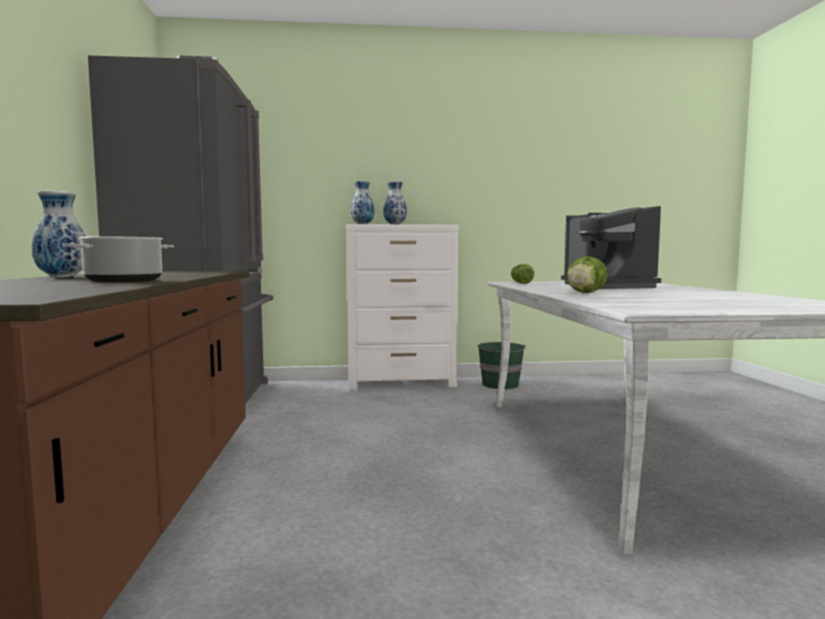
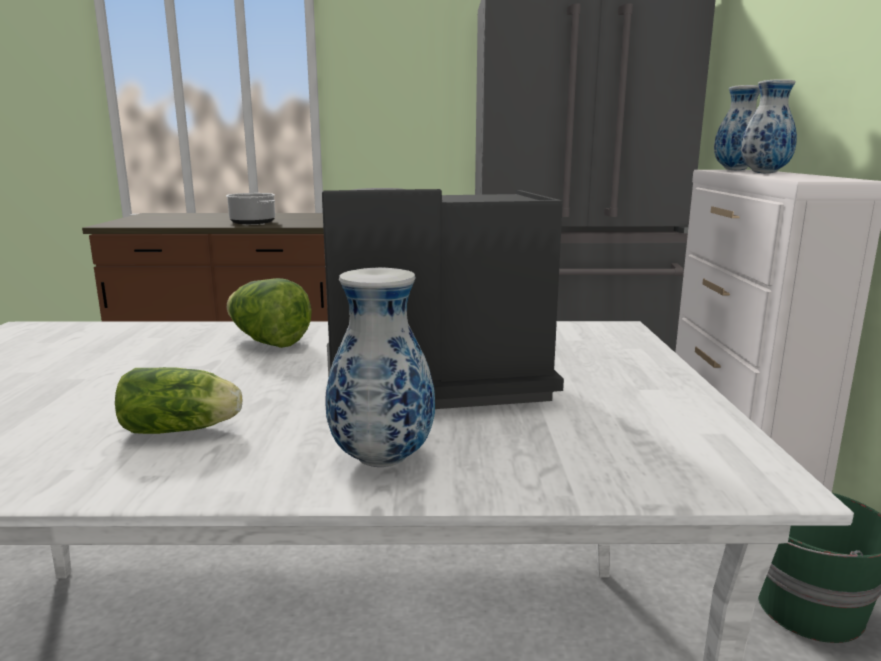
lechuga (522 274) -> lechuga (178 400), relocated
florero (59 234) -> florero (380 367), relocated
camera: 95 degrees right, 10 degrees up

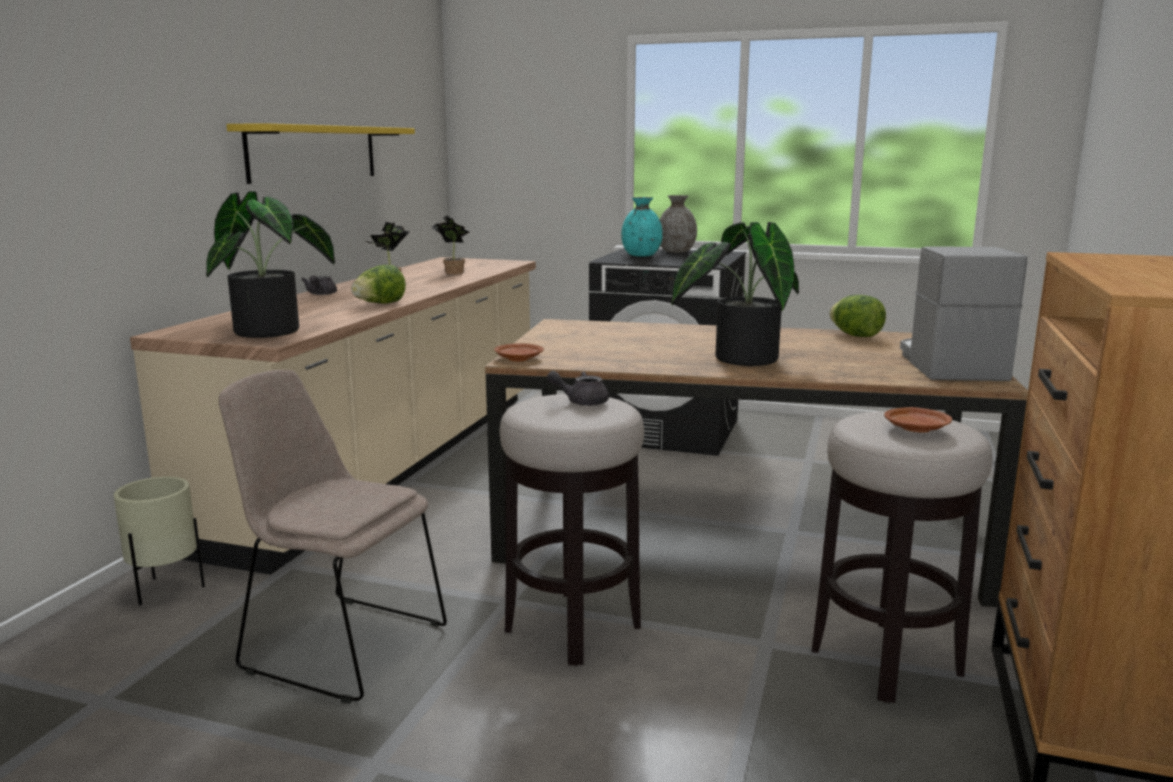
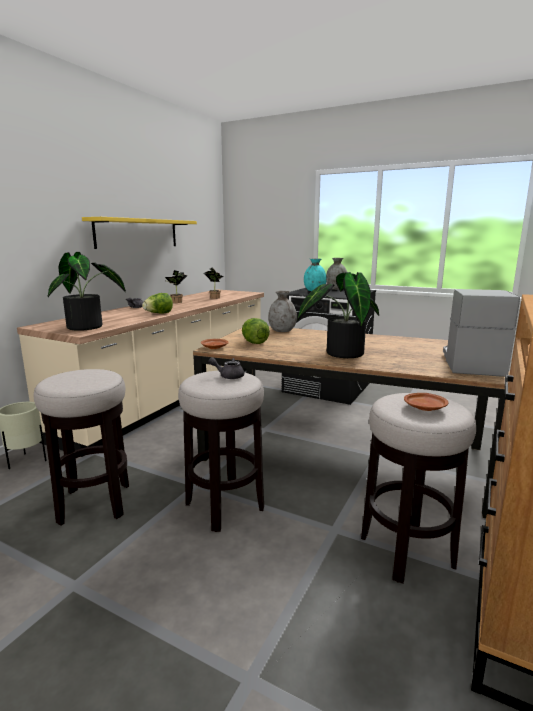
silla [beis] (333 536) -> taburete (81 447)
lechuga (857 316) -> lechuga (256 331), relocated
none -> florero [gris] (282 311)
camera: 10 degrees right, 0 degrees up

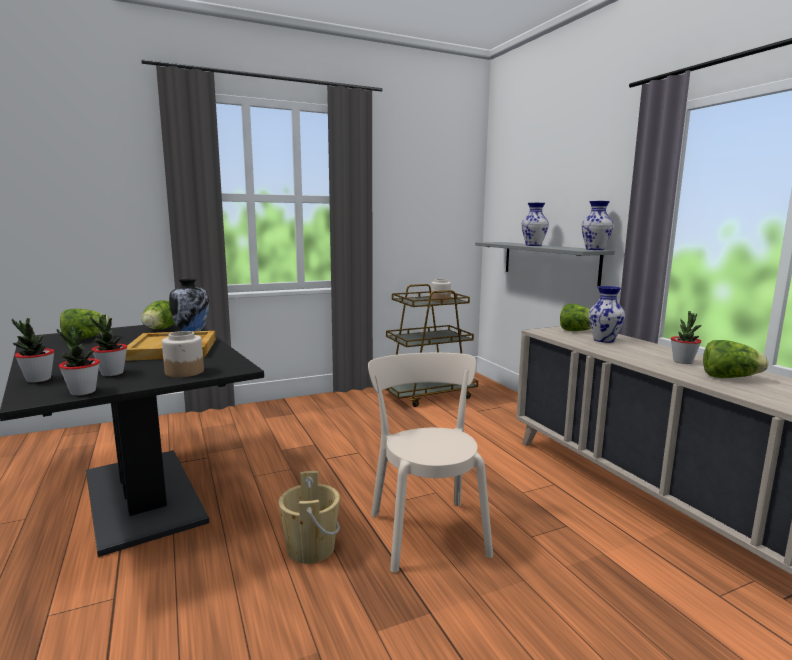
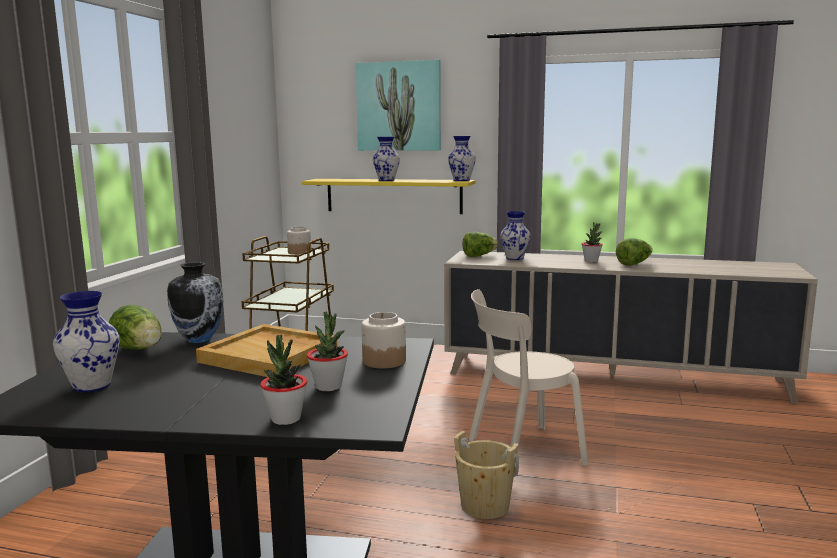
lechuga (86 324) -> florero (86 341)
estante [gris] (545 264) -> estante [amarillo] (388 196)
none -> cuadro (398 105)
silla [beis] (430 463) -> silla [beis] (528 377), 45 degrees counterclockwise
planta en maceta (78 361) -> none
camera: 50 degrees left, 0 degrees up

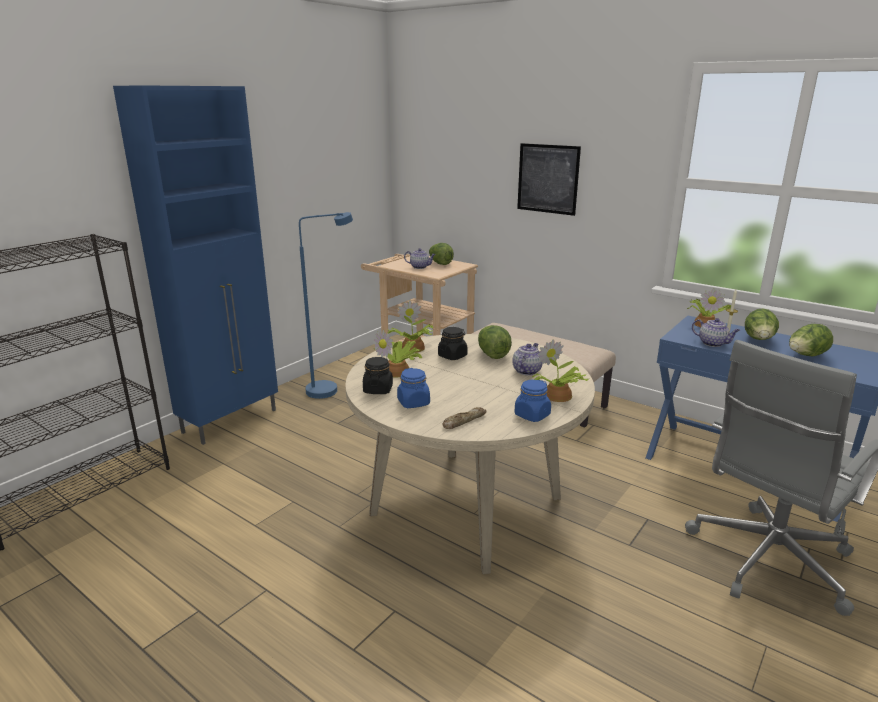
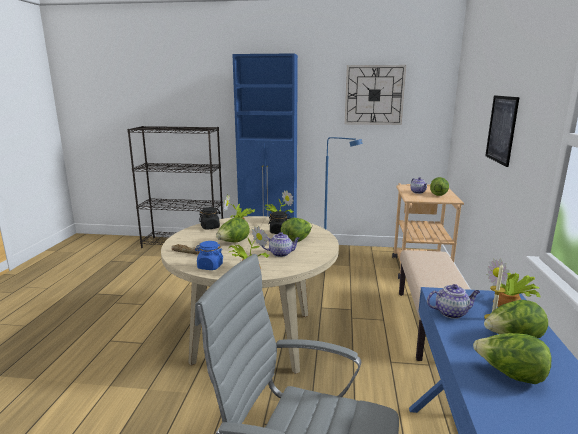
none -> lechuga (233 229)
none -> reloj de pared (375 95)
tetera (716 332) -> tetera (453 301), 105 degrees counterclockwise
tarro [azul] (413 388) -> none
camera: 60 degrees right, 5 degrees down

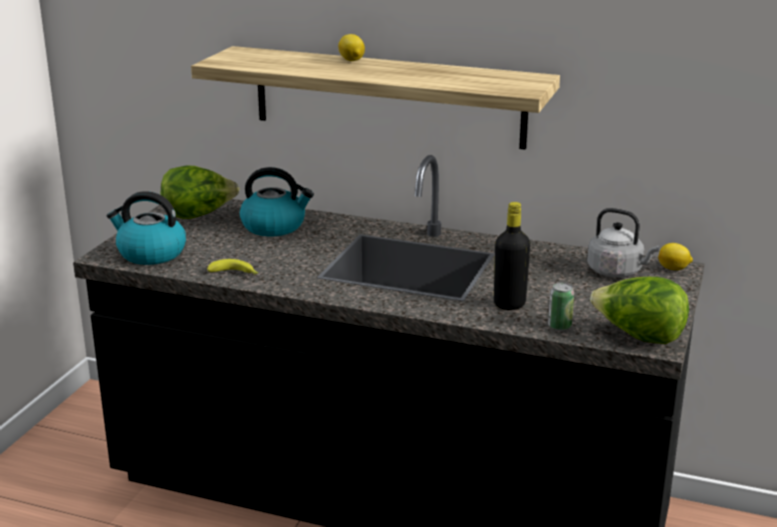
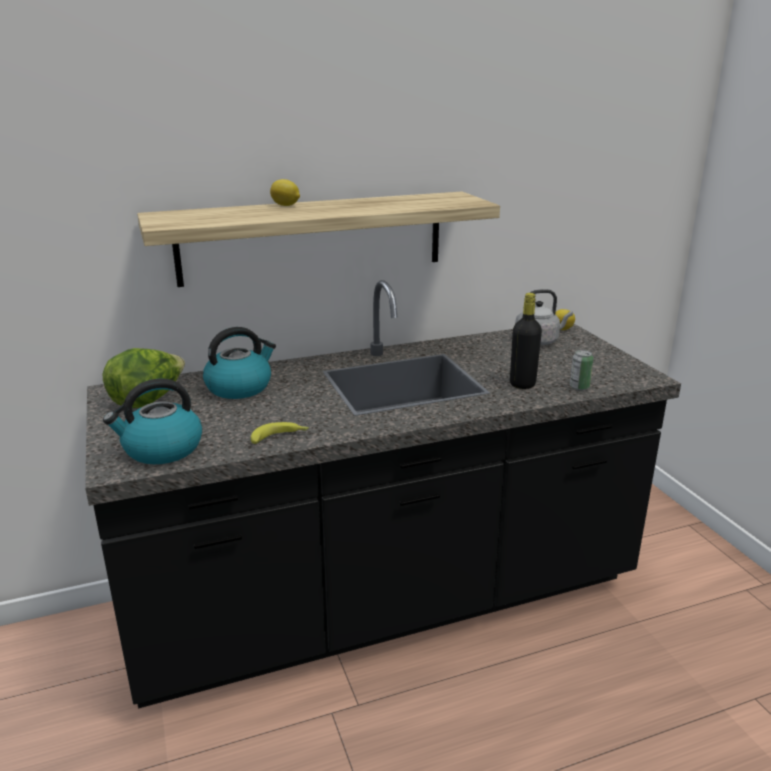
lechuga (639 310) -> none
camera: 40 degrees left, 0 degrees up

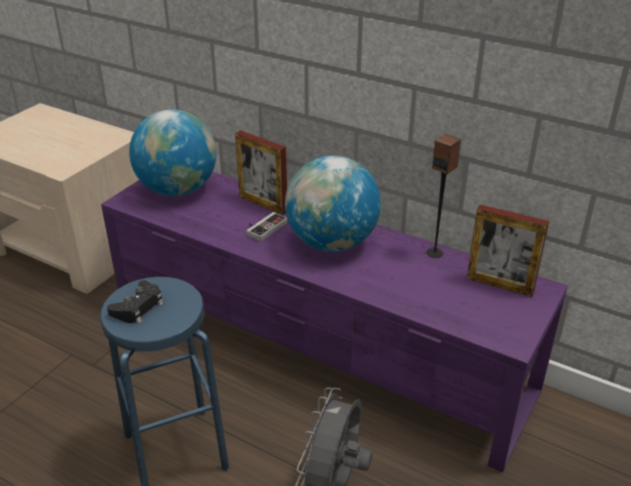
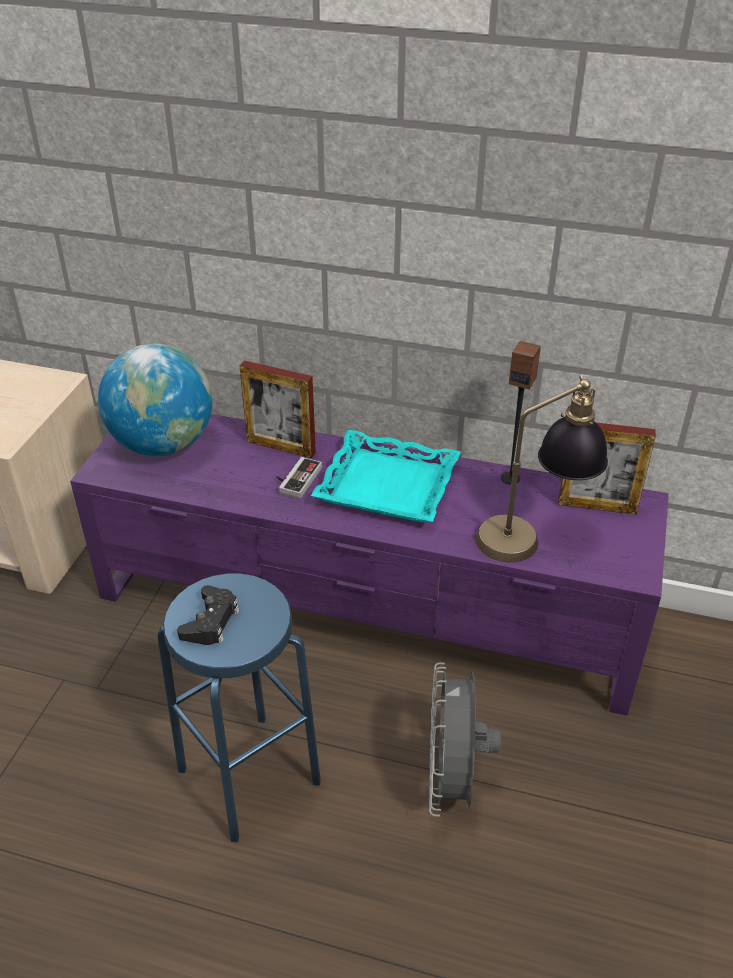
globo terráqueo (333 204) -> bandeja [turquesa] (386 476)
none -> lámpara de mesa (541 469)
camera: 15 degrees left, 5 degrees up

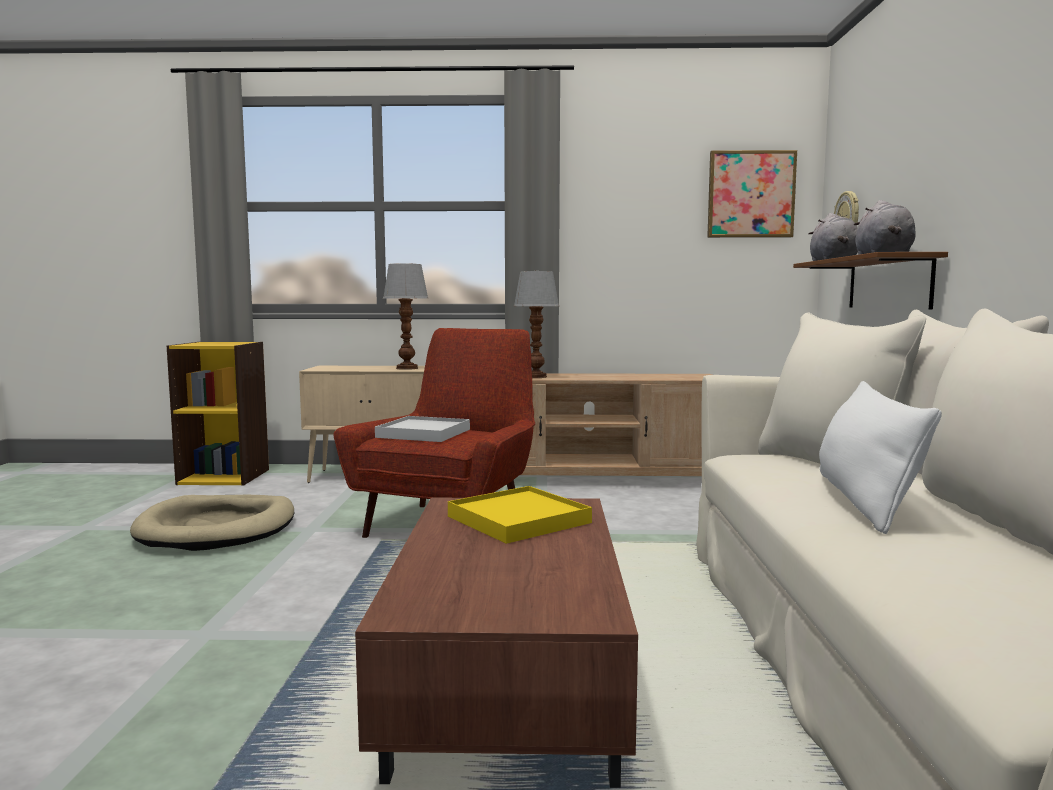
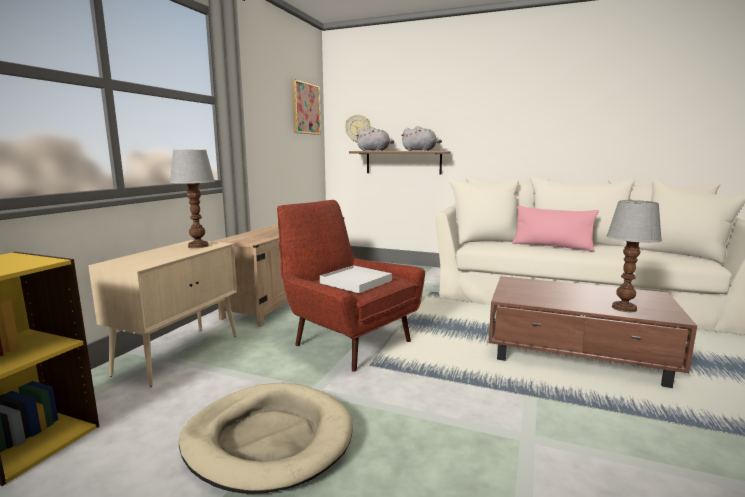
cojín [blanco] (880 457) -> cojín [rosa] (555 228)
lámpara de mesa (536 324) -> lámpara de mesa (634 256), relocated
bandeja [amarillo] (520 515) -> none
camera: 70 degrees left, 5 degrees up

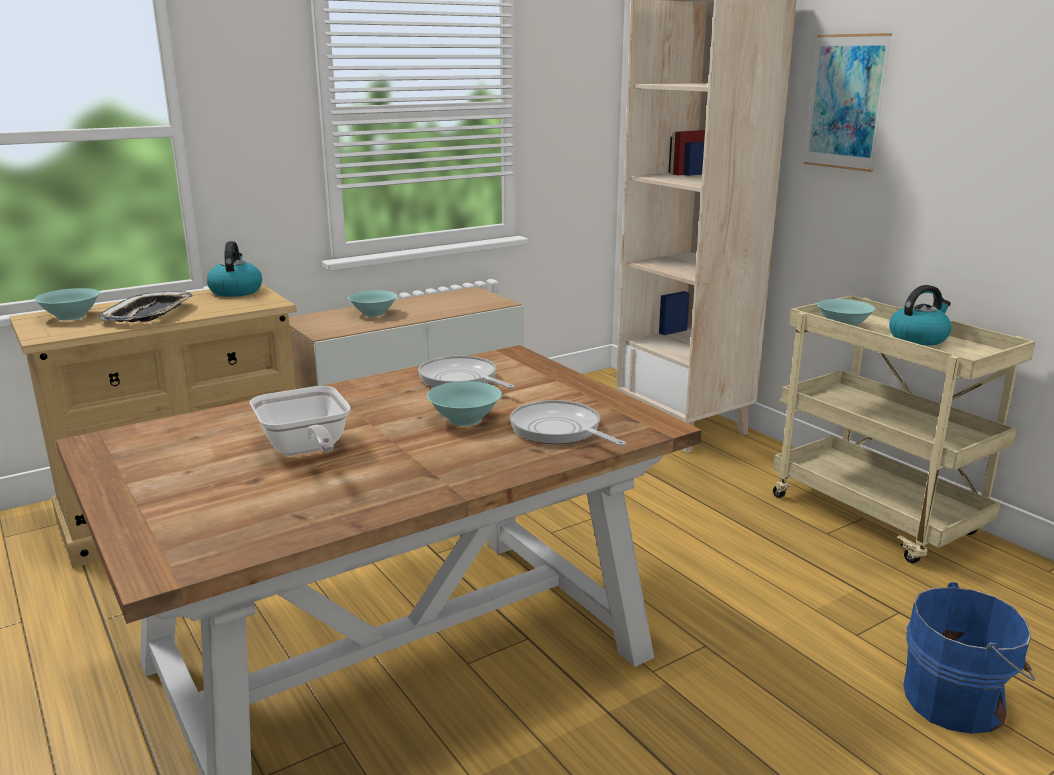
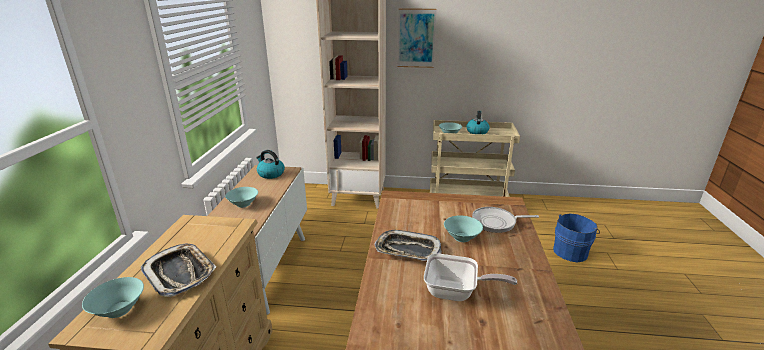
hervidor (234 269) -> hervidor (270 164), relocated
none -> bandeja (408 245)
sartén (466 372) -> none
camera: 50 degrees left, 5 degrees up

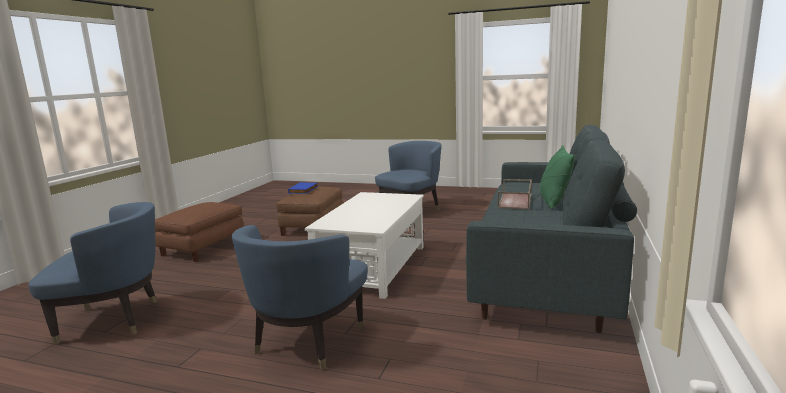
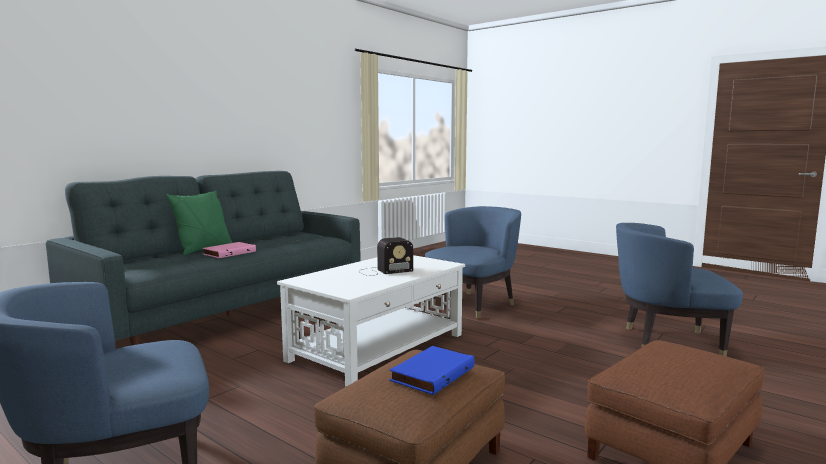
bandeja [marrón] (515 194) -> libro [rosa] (229 250)
none -> radio (386 256)
camera: 160 degrees left, 5 degrees down

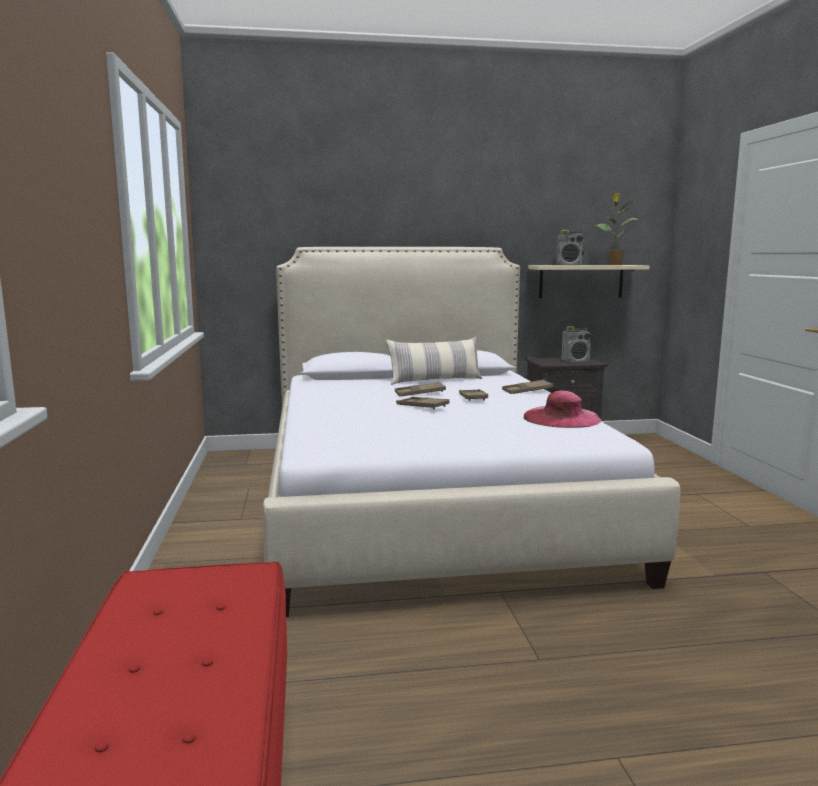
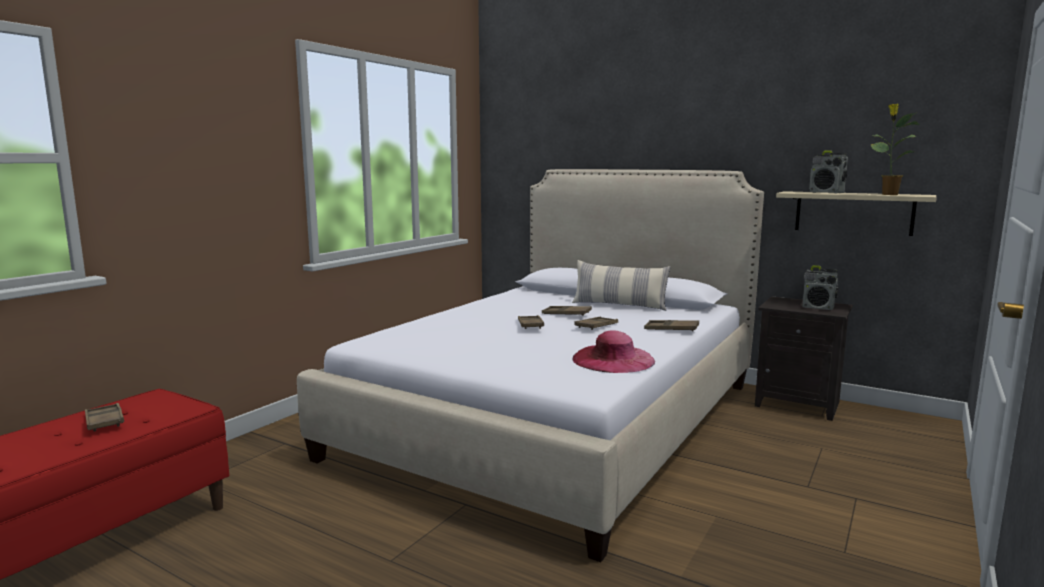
none -> bandeja [marrón] (104 417)
camera: 40 degrees right, 0 degrees up

